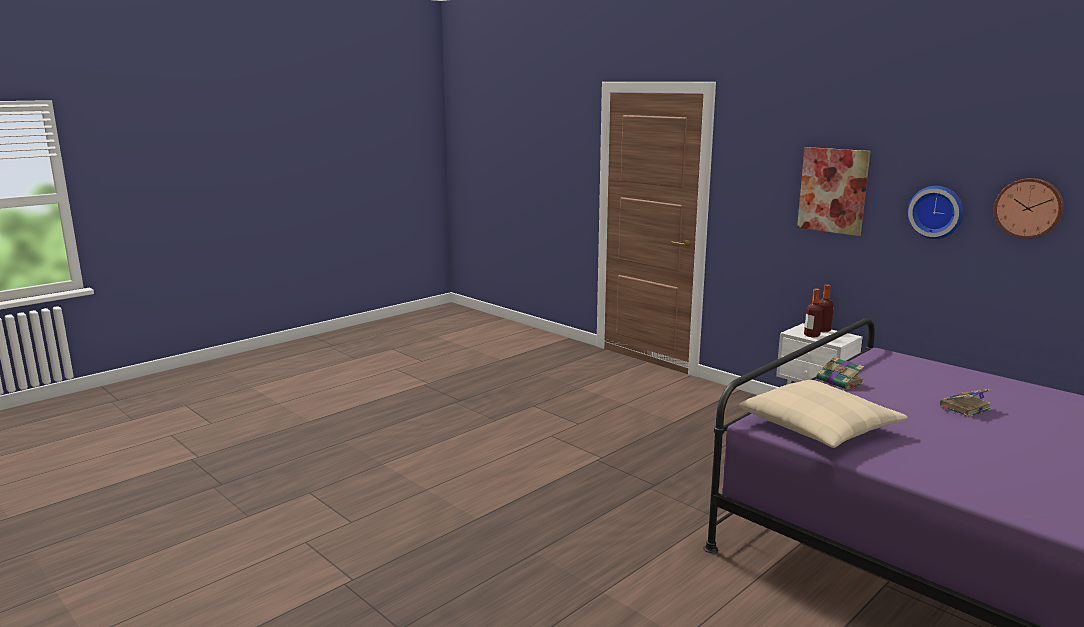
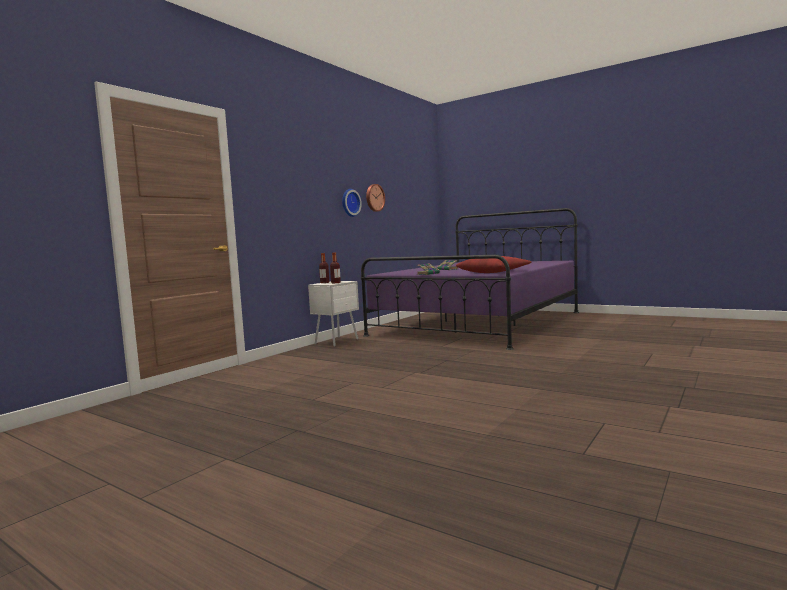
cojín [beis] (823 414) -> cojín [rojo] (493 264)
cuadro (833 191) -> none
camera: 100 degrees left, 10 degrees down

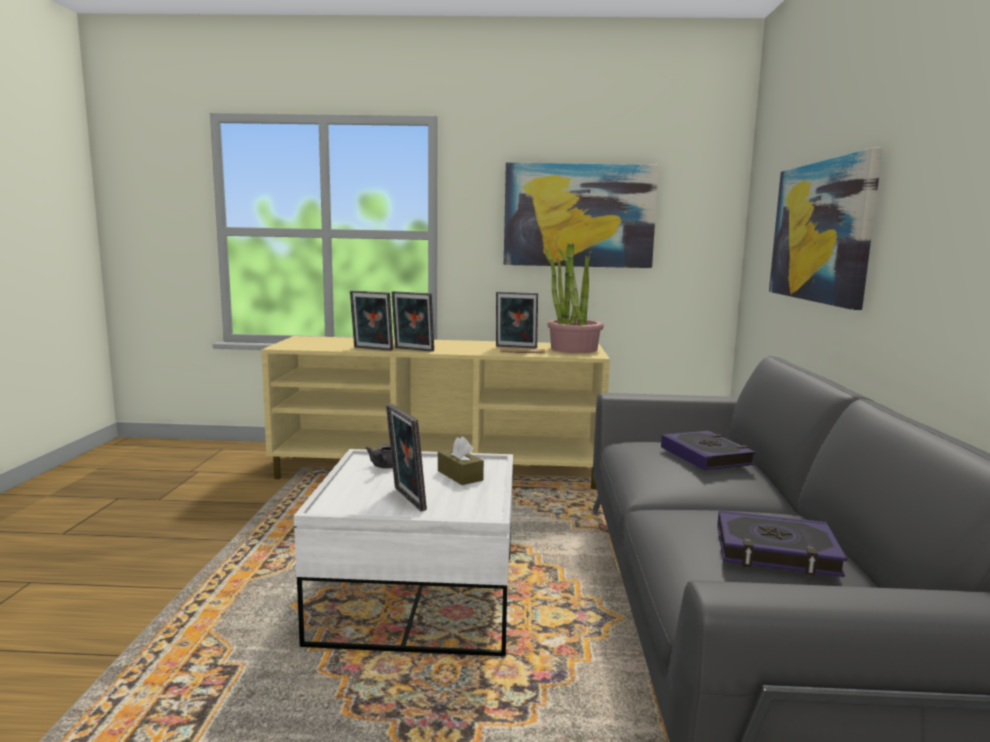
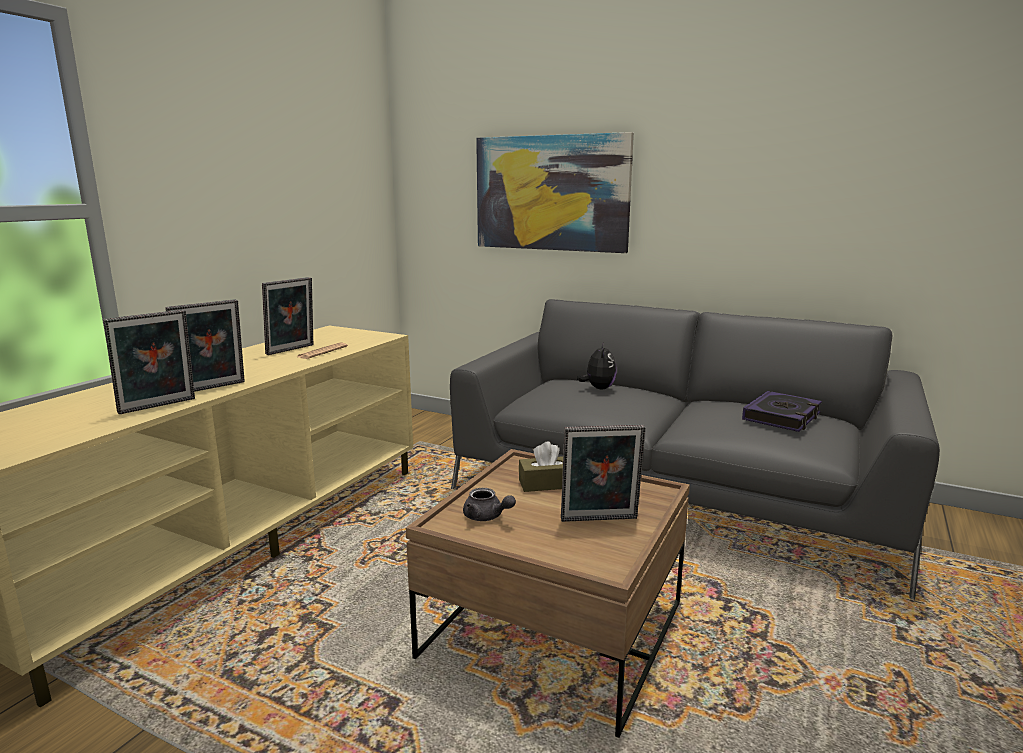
mesa de centro [blanco] (403 552) -> mesa de centro [marrón] (548 593)
libro (708 450) -> peluche (597 366)
cuadro (581 215) -> none
planta en maceta (574 298) -> none
camera: 65 degrees left, 5 degrees up

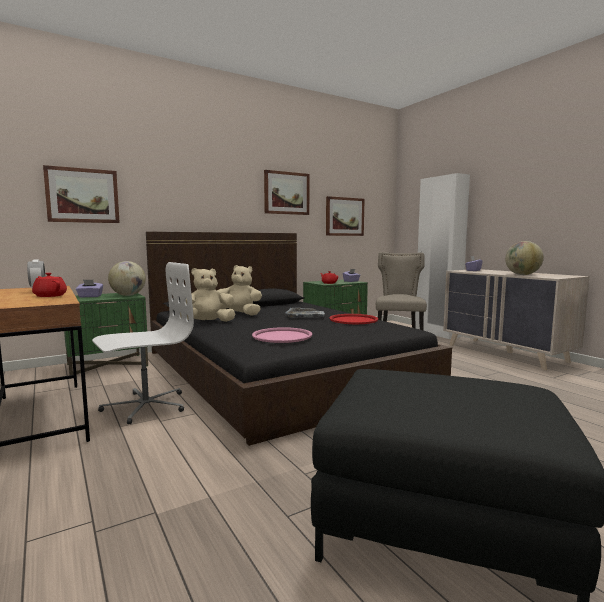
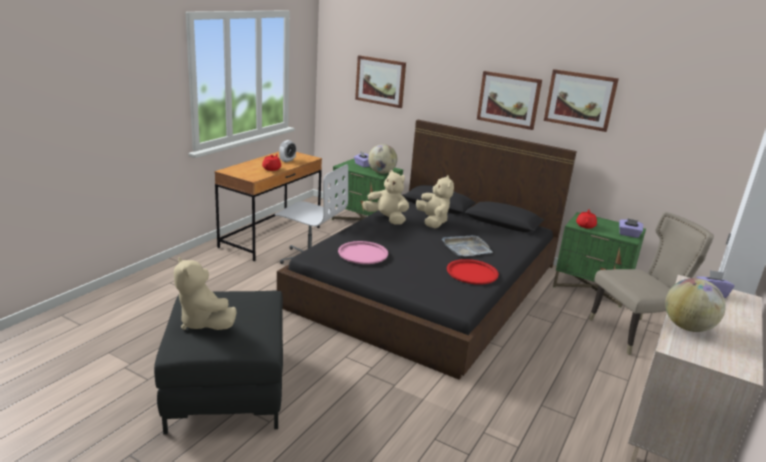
none -> peluche [beis] (205 293)
cuadro (345 216) -> cuadro (509 100), relocated
camera: 60 degrees right, 15 degrees up

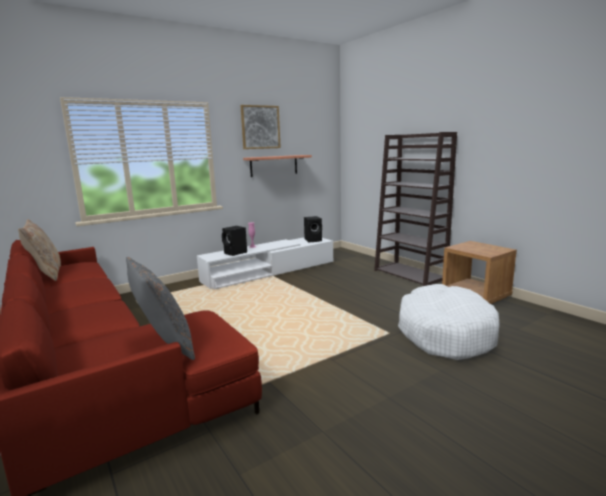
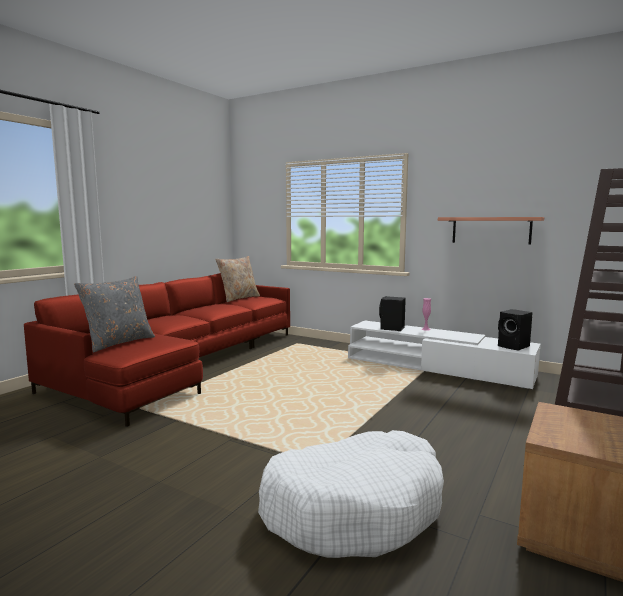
cuadro (260 127) -> none
camera: 65 degrees right, 5 degrees down

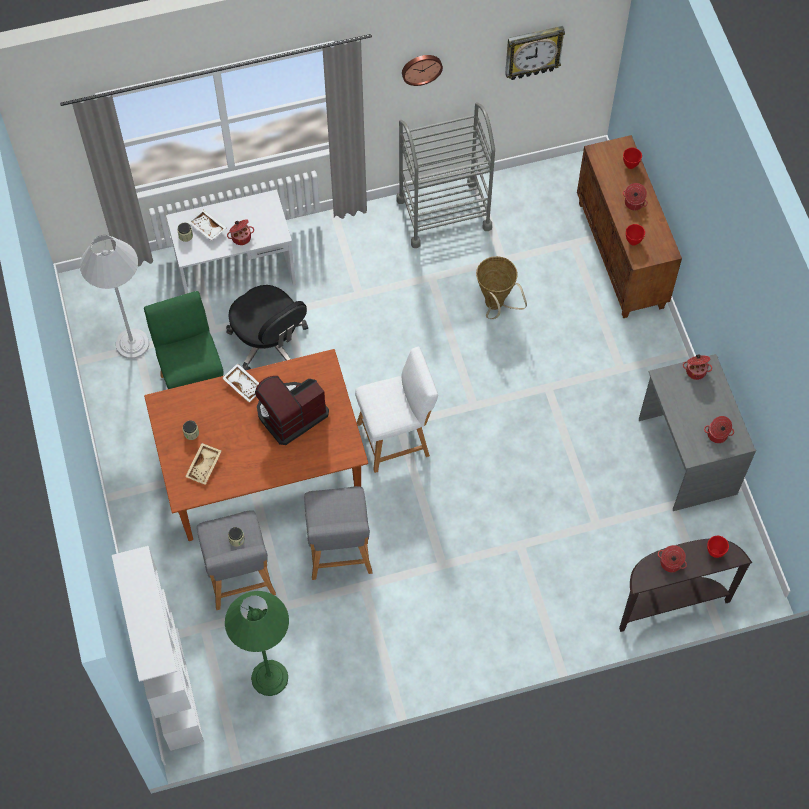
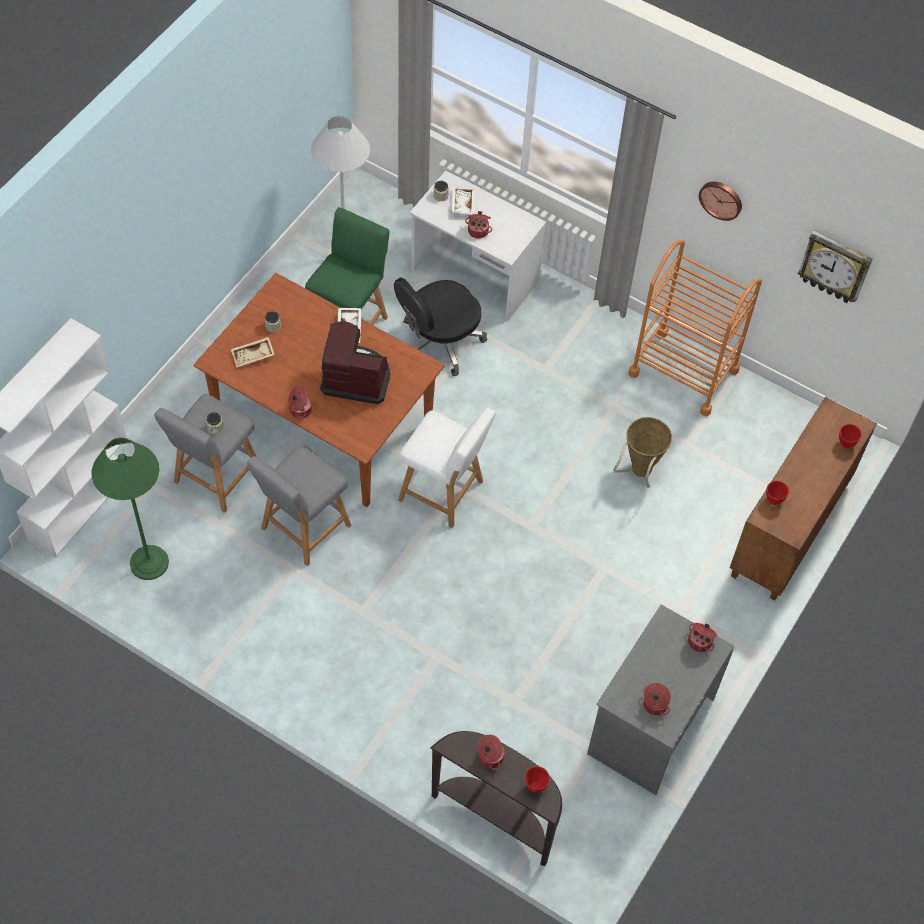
olla (635 197) -> olla (300 402), relocated
silla de oficina [negro] (267 327) -> silla de oficina [negro] (440 326), 45 degrees clockwise
carrito [gris] (445 175) -> carrito [naranja] (695 328)
camera: 45 degrees right, 5 degrees down

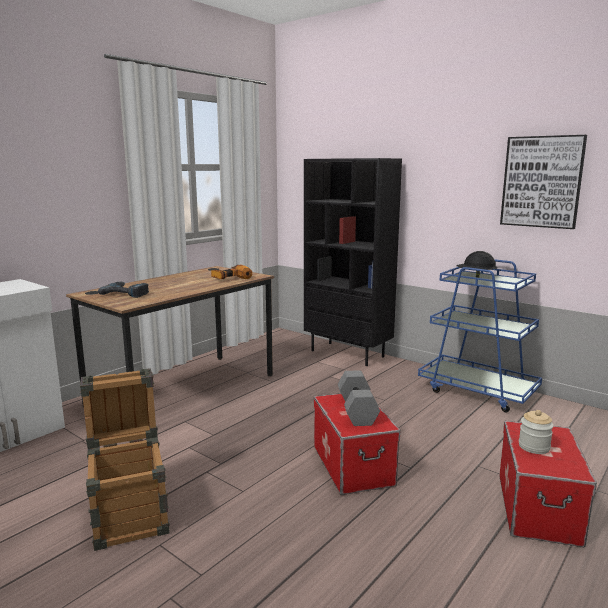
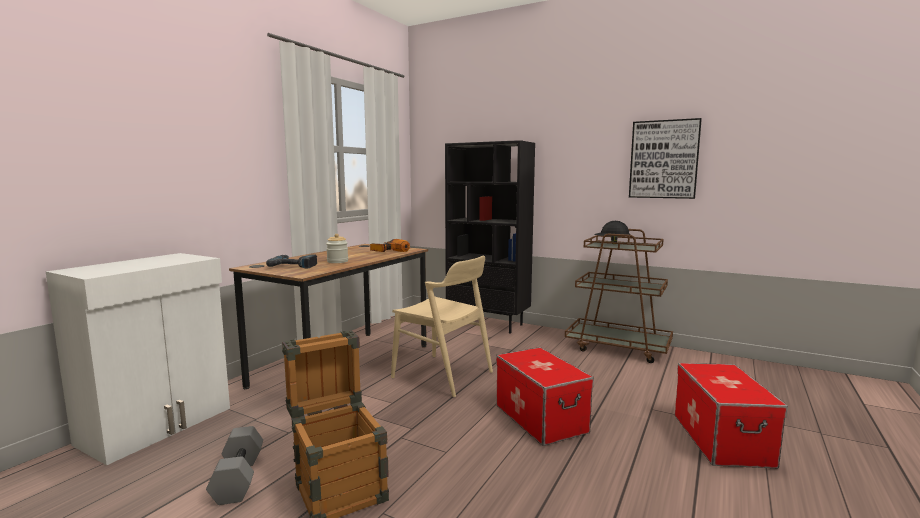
mancuerna [gris] (359 398) -> mancuerna [gris] (234 465), relocated
tarro (536 432) -> tarro (337 248), relocated
none -> silla [beis] (442 326)
carrito [azul] (480 336) -> carrito [marrón] (619 296)
camera: 10 degrees left, 5 degrees down

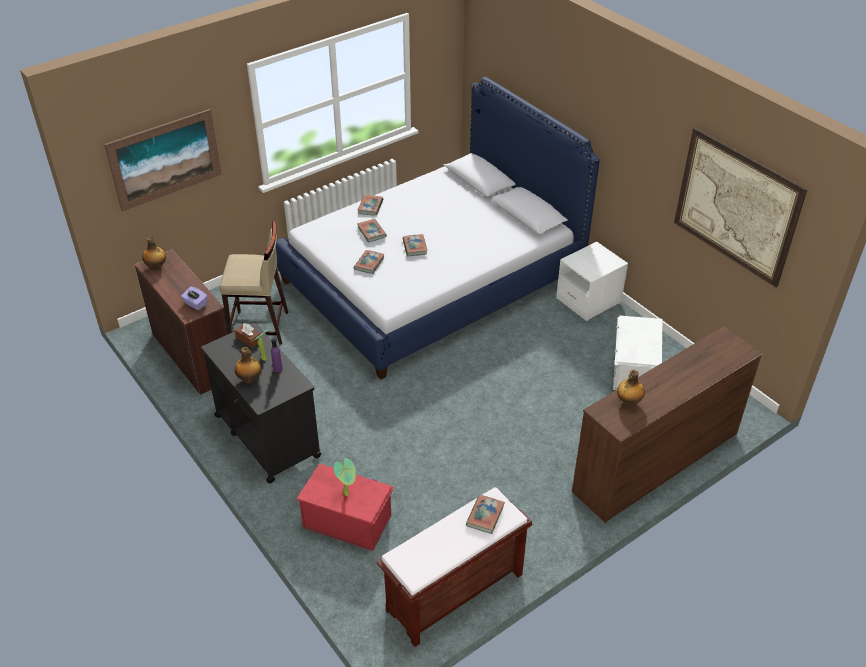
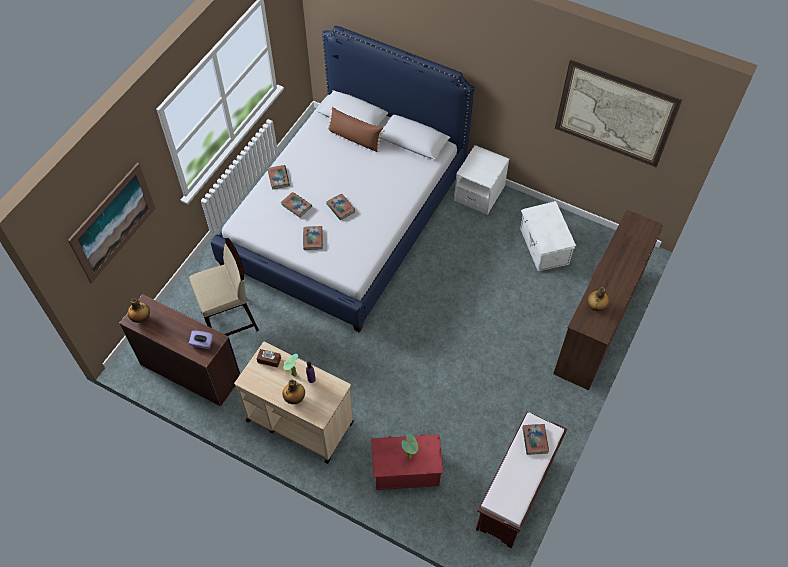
carrito [negro] (261 403) -> carrito [beis] (294 403)
none -> cojín [marrón] (356 129)
camera: 25 degrees left, 15 degrees up

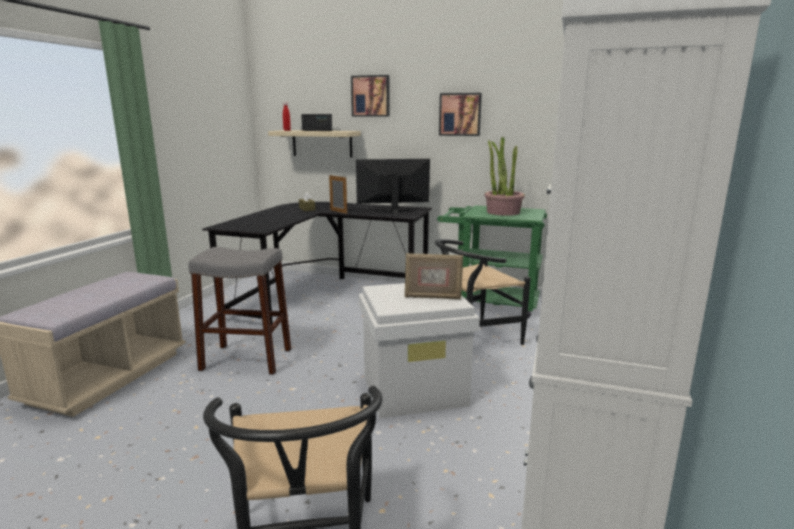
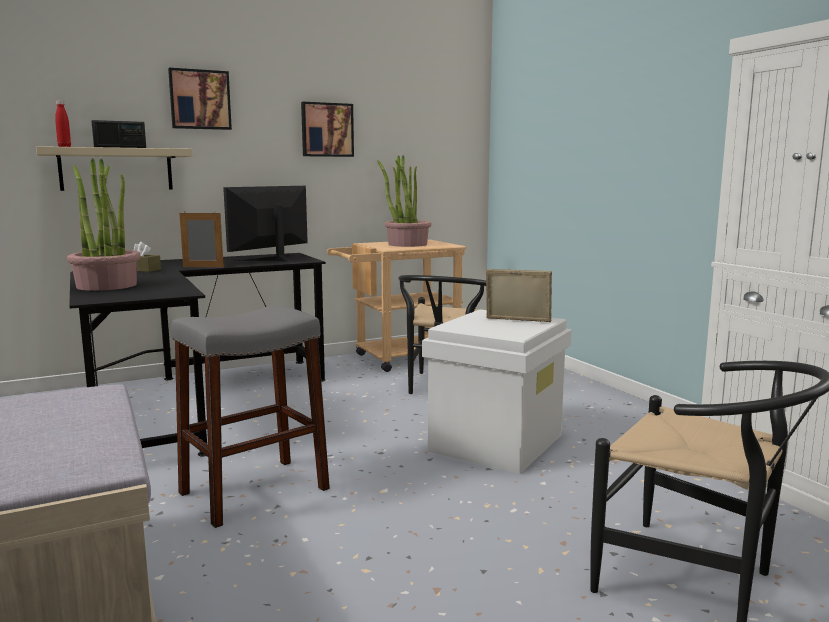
none -> planta en maceta (104 224)
carrito [verde] (492 262) -> carrito [beis] (396 306)
portarretratos (434 276) -> portarretratos (519 295), 120 degrees counterclockwise
camera: 45 degrees left, 5 degrees down

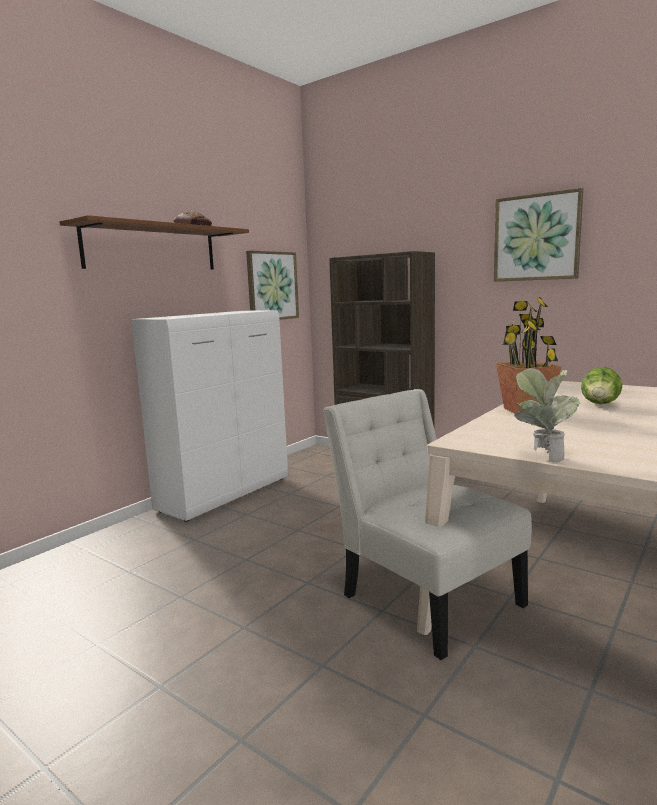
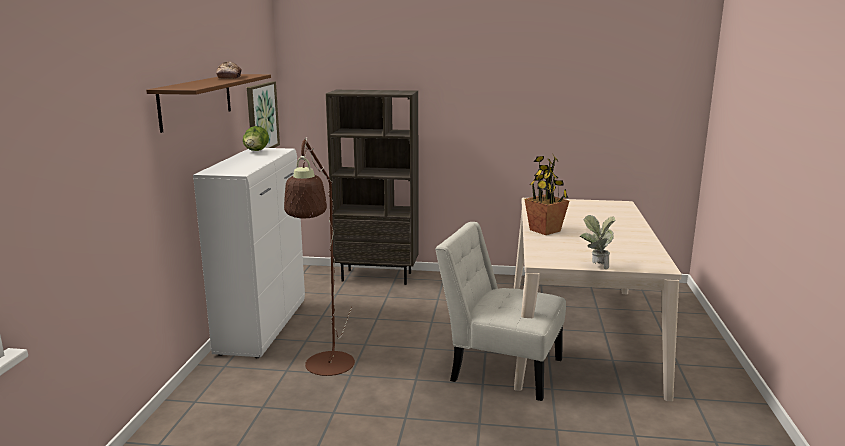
lechuga (601 385) -> lechuga (256 138), relocated
none -> lámpara de pie [marrón] (319 256)
cuadro (538 235) -> none
camera: 30 degrees left, 5 degrees up

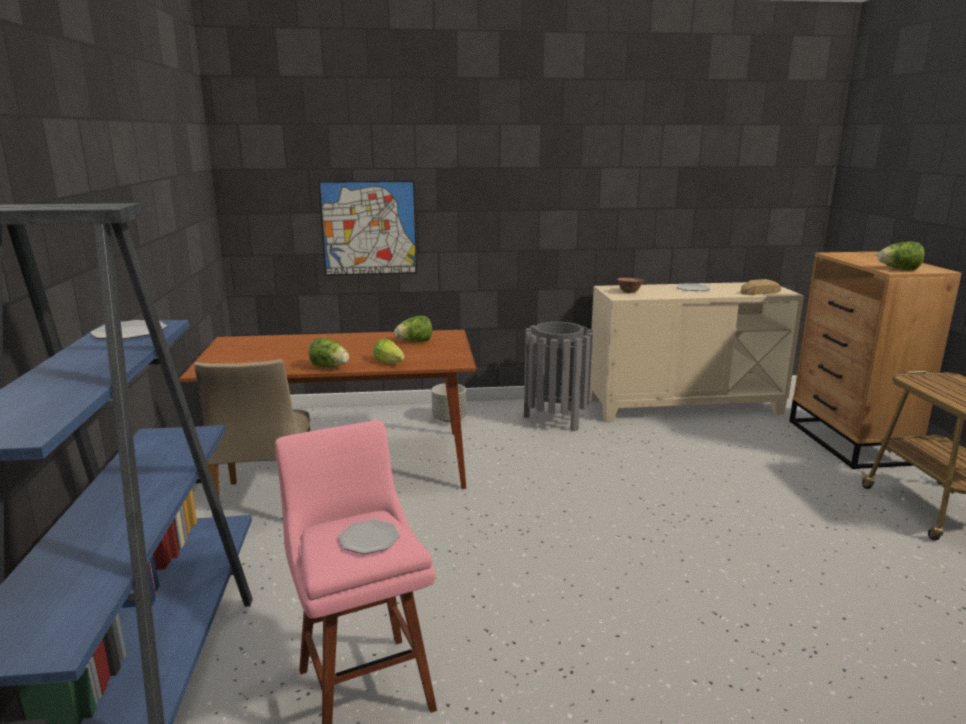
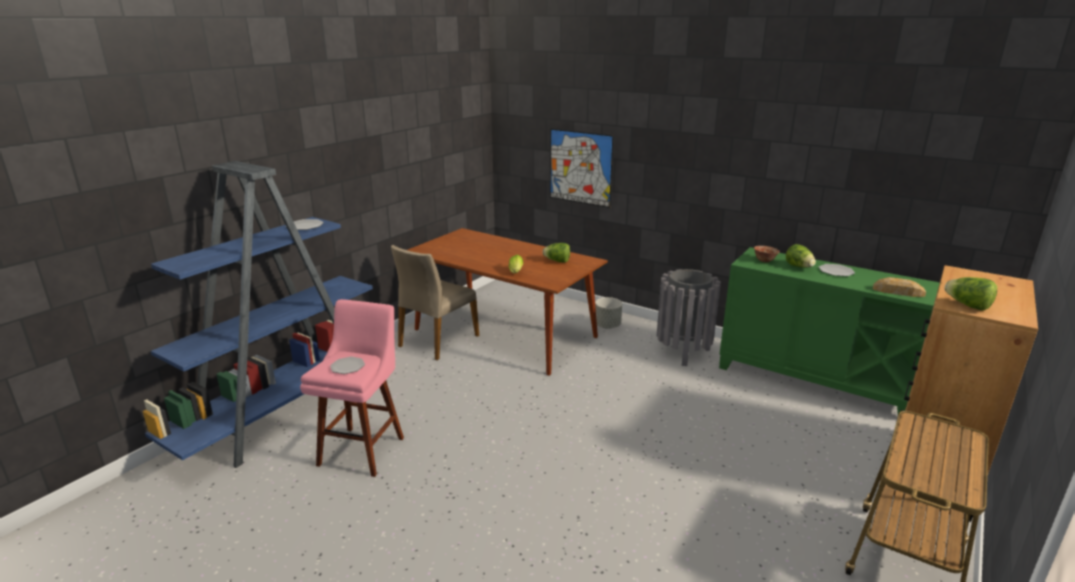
armario [beis] (697 352) -> armario [verde] (829 331)
lechuga (328 352) -> lechuga (801 256), relocated
camera: 40 degrees right, 5 degrees up

